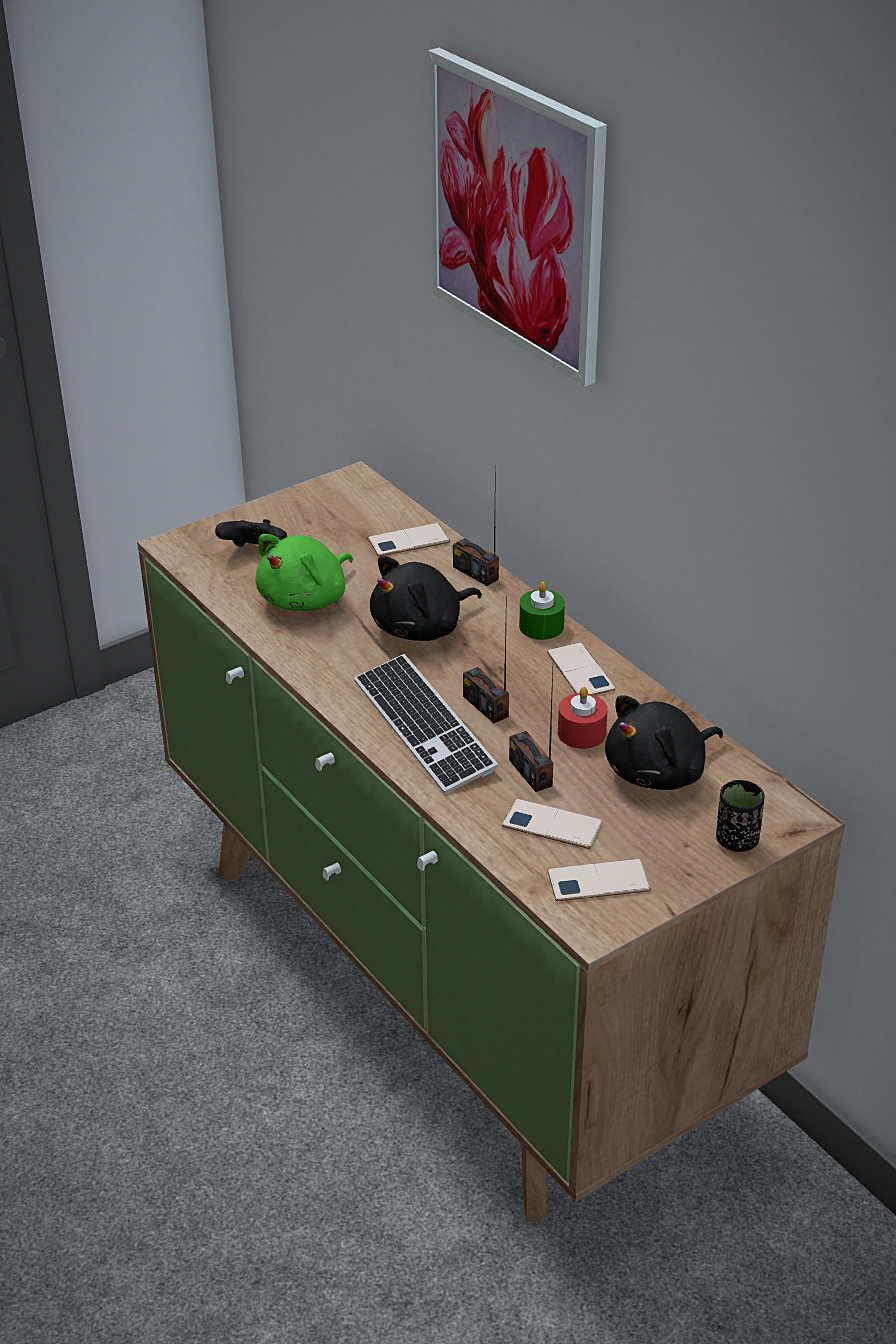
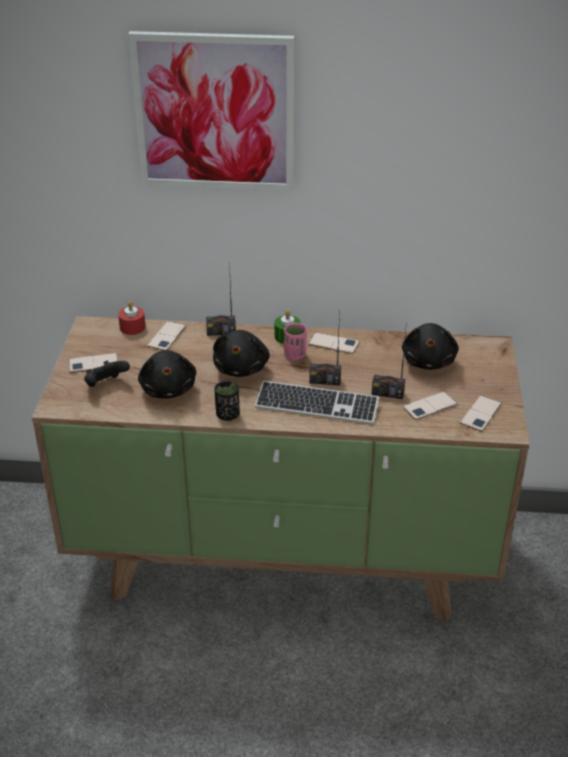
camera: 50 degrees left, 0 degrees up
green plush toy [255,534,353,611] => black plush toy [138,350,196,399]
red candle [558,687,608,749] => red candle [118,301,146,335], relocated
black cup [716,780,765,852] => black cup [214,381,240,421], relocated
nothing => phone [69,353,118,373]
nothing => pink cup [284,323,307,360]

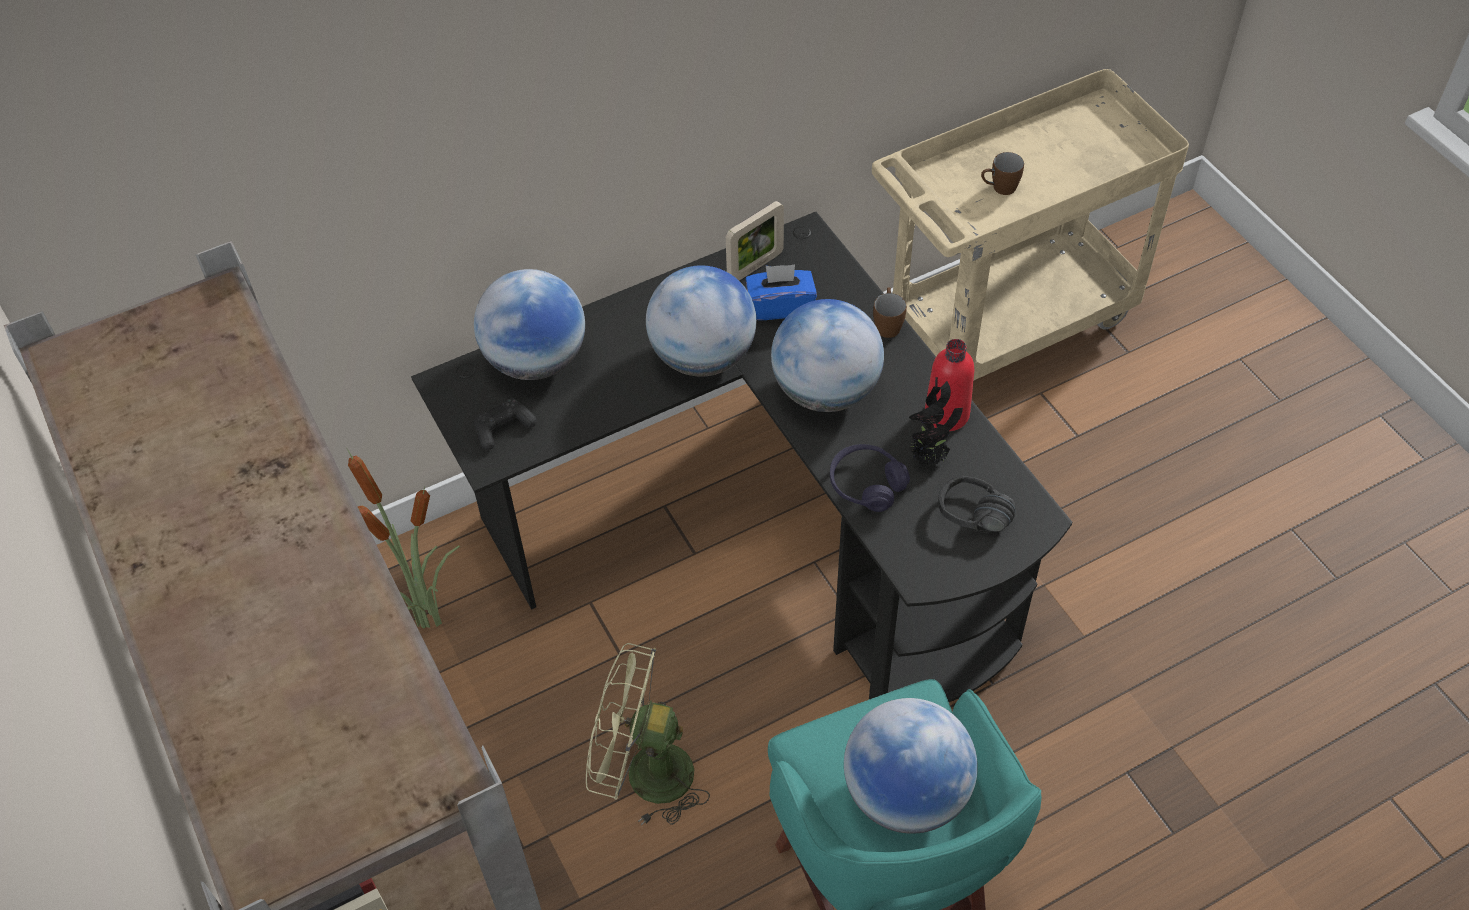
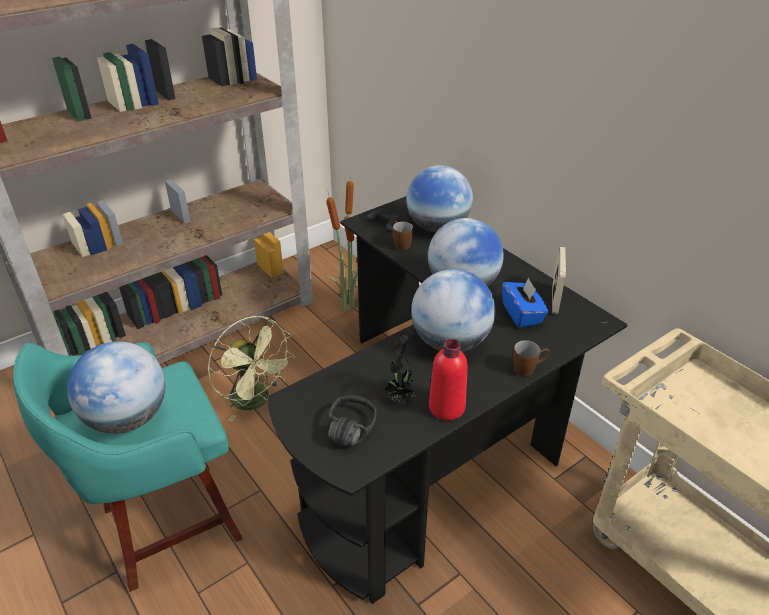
camera: 80 degrees right, 15 degrees down
green fan [586,643,710,825] => green fan [207,316,295,422], 135 degrees clockwise
picture frame [726,201,784,281] => picture frame [552,247,566,314], 120 degrees counterclockwise
purple headphones [830,444,910,512] => nothing
brown mug [981,152,1024,195] => brown mug [393,221,413,250], relocated

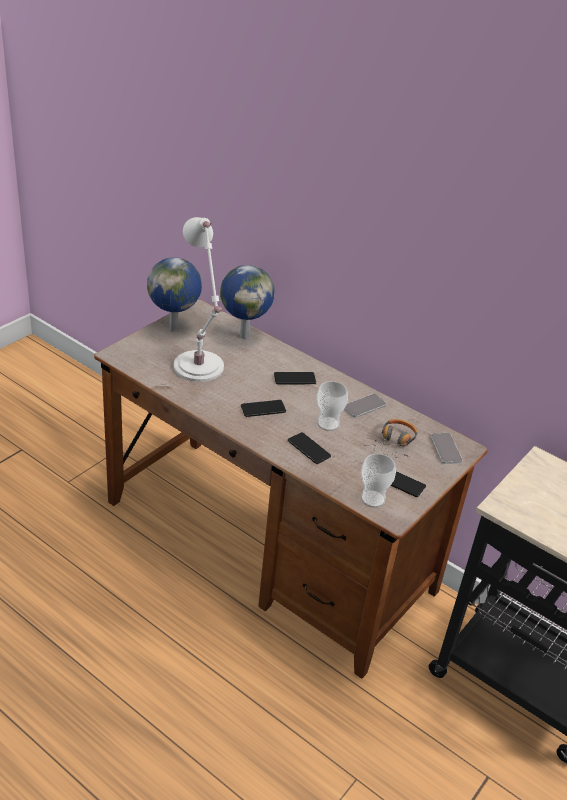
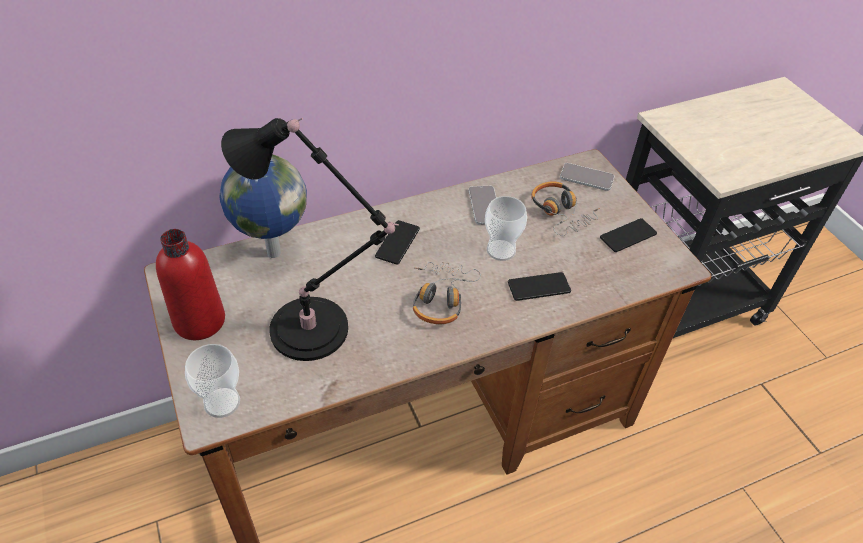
camera: 60 degrees left, 10 degrees up
globe [147,257,202,332] => red bottle [156,229,225,340]
white table lamp [174,217,224,382] => black table lamp [221,118,399,361]
phone [241,400,286,417] => headphones [413,262,481,324]
cup [361,454,396,508] => cup [185,344,240,418], relocated

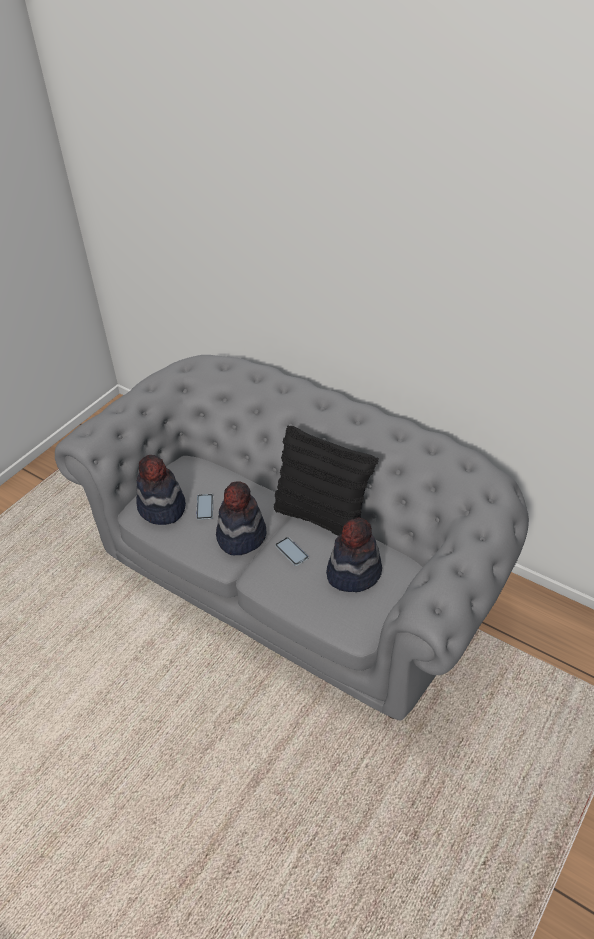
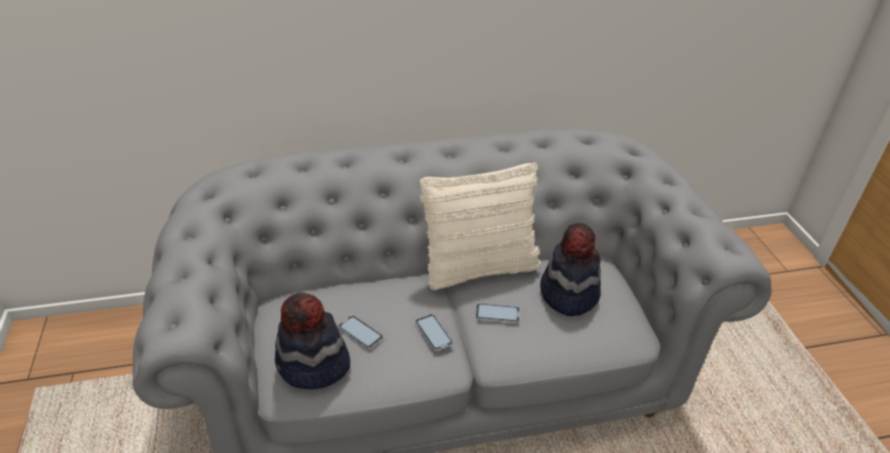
camera: 50 degrees left, 5 degrees down
hat [216,481,267,555] => phone [415,314,453,351]
black pillow [274,426,379,536] => beige pillow [419,162,541,290]

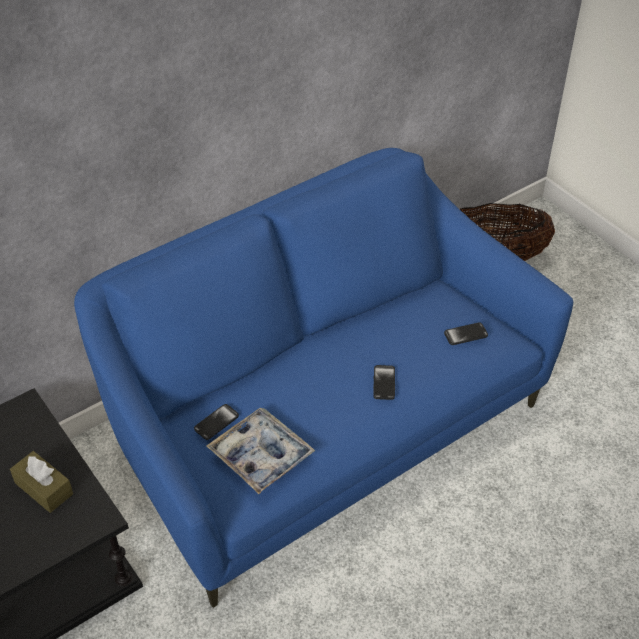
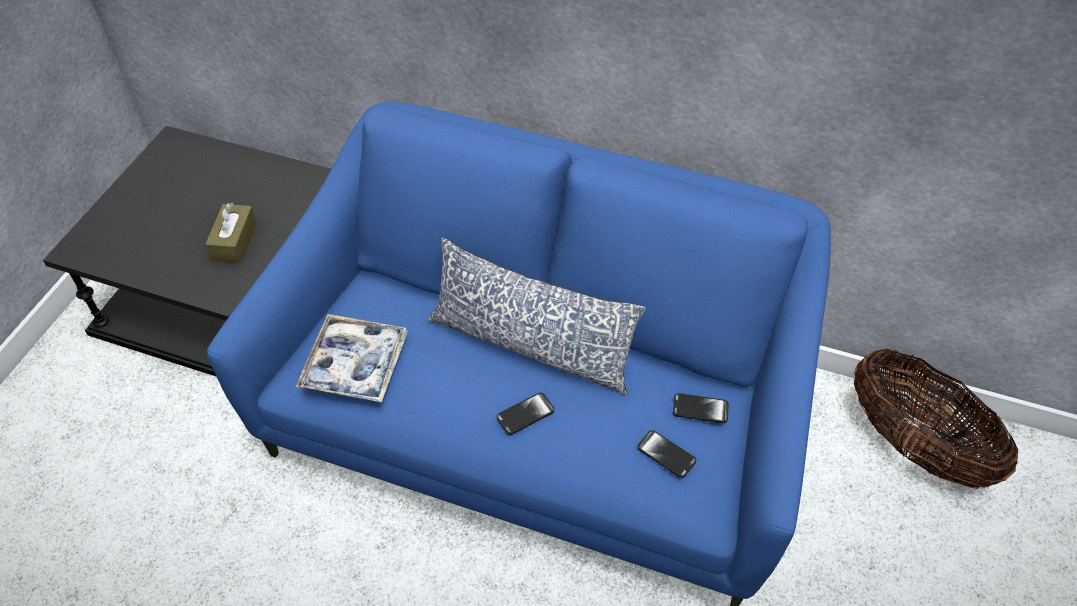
camera: 55 degrees right, 5 degrees up
phone [194,404,239,440] => phone [673,393,729,423], relocated
nothing => pillow [427,237,646,395]

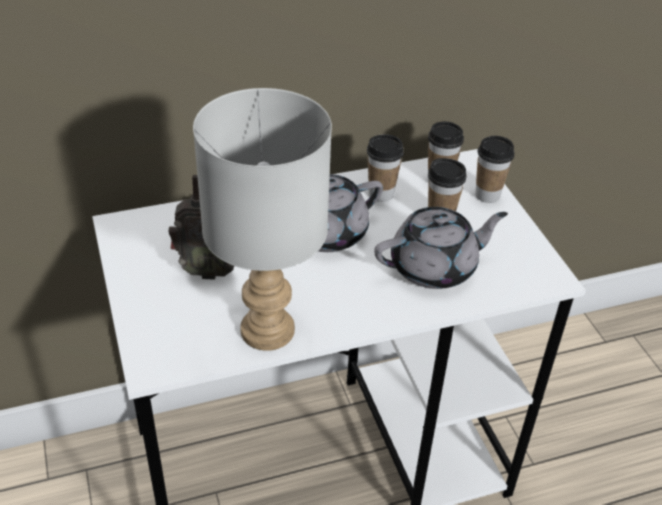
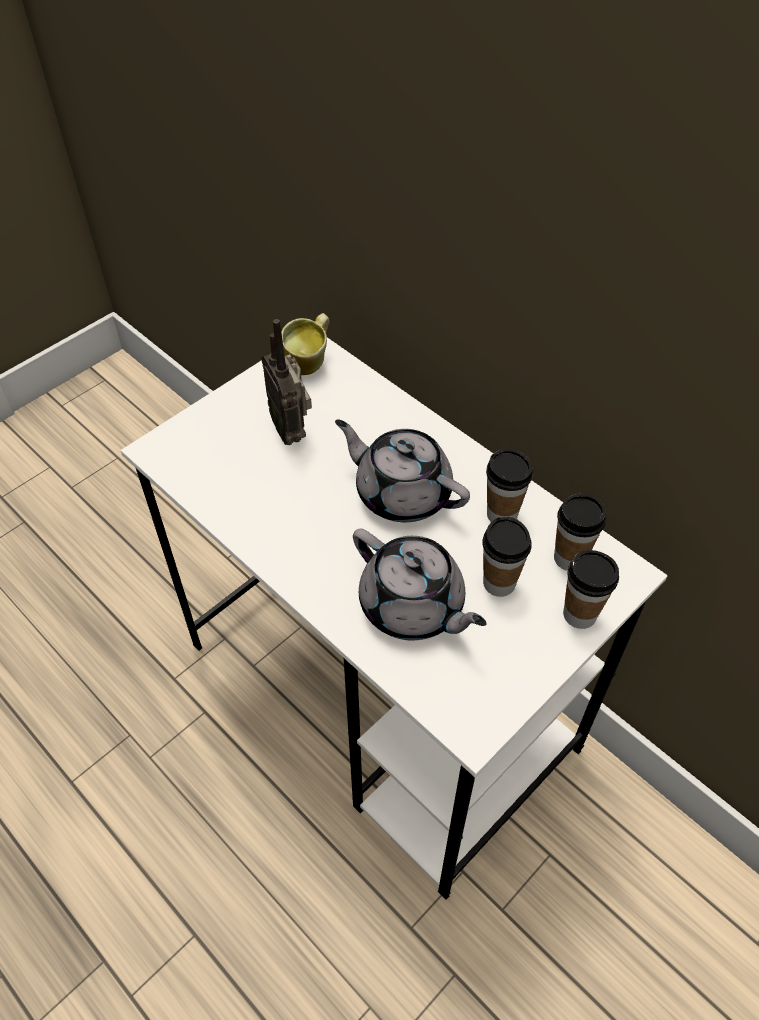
camera: 65 degrees right, 10 degrees up
grey table lamp [193,88,332,351] => nothing
nothing => mug [281,313,330,375]

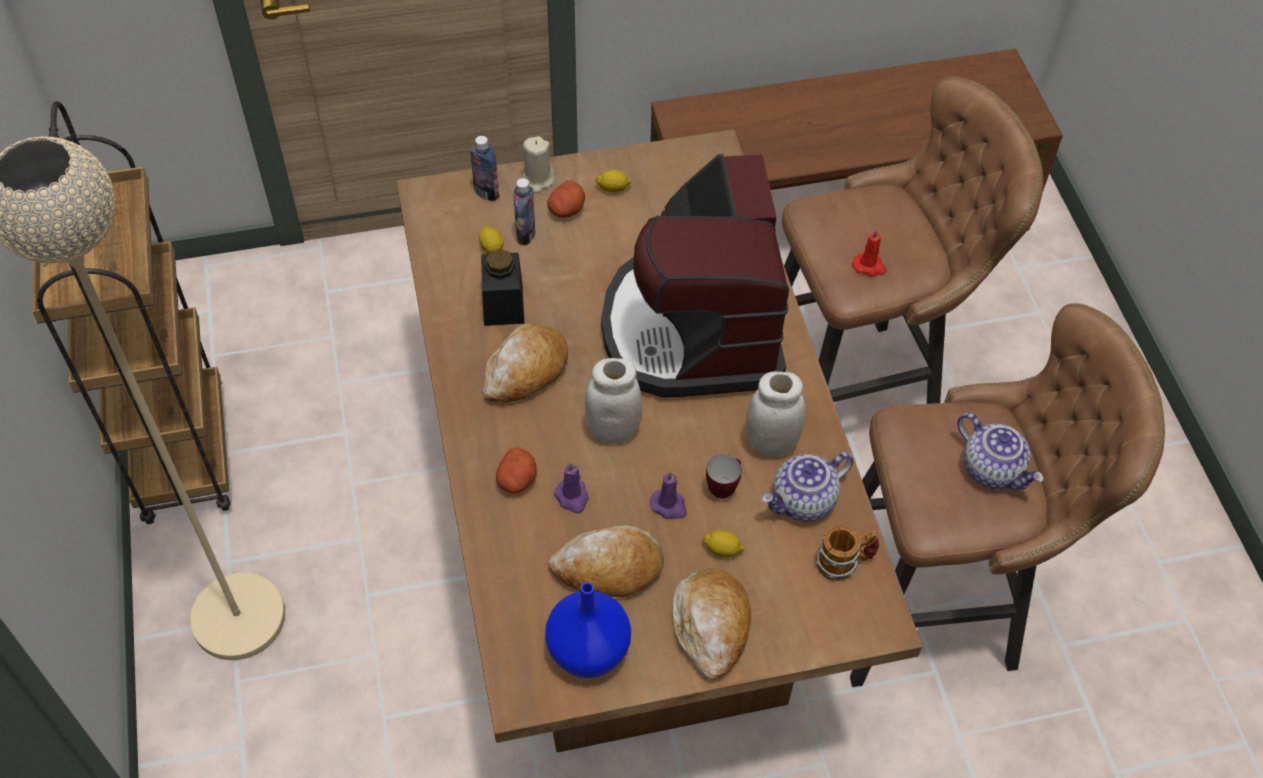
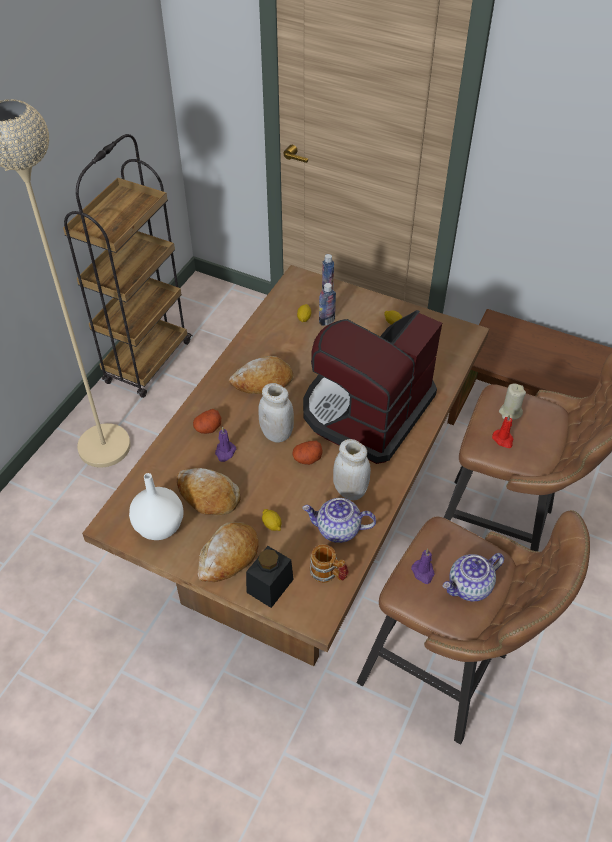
camera: 40 degrees right, 5 degrees down
black jar [481,249,524,326] => black jar [246,546,294,608], relocated
beige candle [523,136,555,193] => beige candle [499,384,526,420], relocated
blue vase [545,582,631,678] => white vase [129,473,184,540]
potato [547,180,585,218] => potato [292,441,323,465], relocated
purple candle [650,471,687,519] => purple candle [411,549,434,584], relocated
mug [706,454,742,499] => nothing
teapot [957,413,1044,490] => teapot [443,553,504,601], 60 degrees clockwise

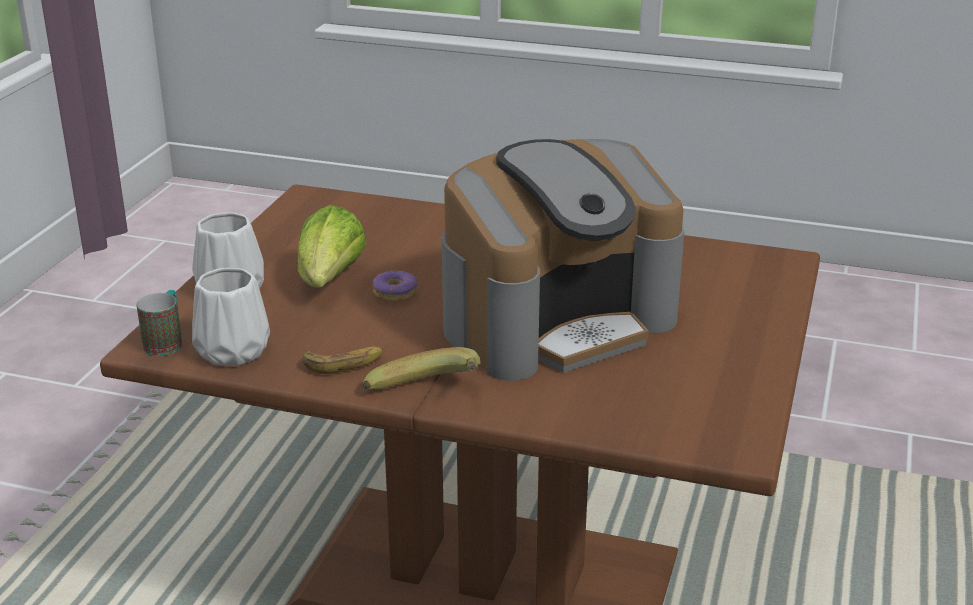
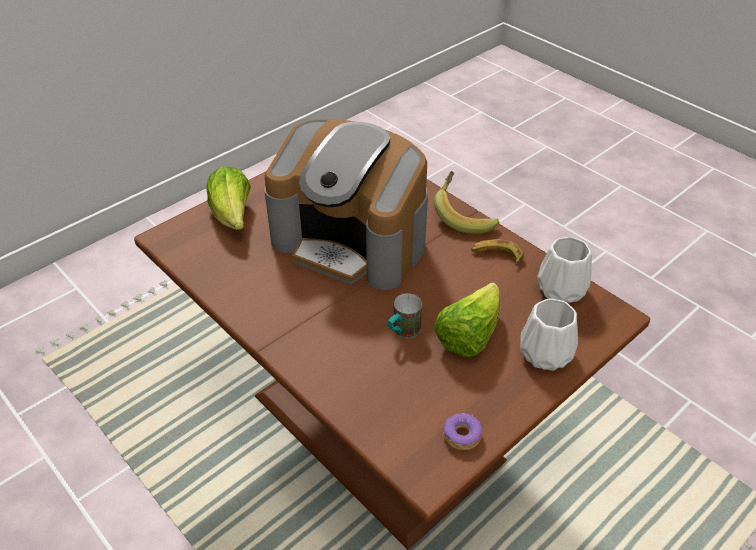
camera: 150 degrees left, 15 degrees up
mug [137,290,182,356] => mug [388,293,422,339], relocated
donut [373,271,417,302] => donut [443,412,482,450], relocated
coffee machine [442,139,684,381] => coffee machine [265,119,428,290], 150 degrees counterclockwise
nothing => lettuce [206,167,251,230]

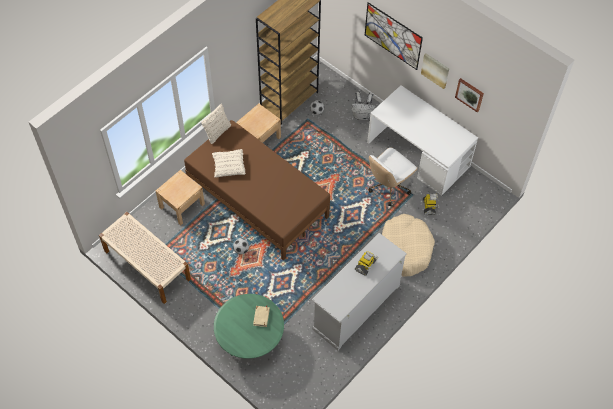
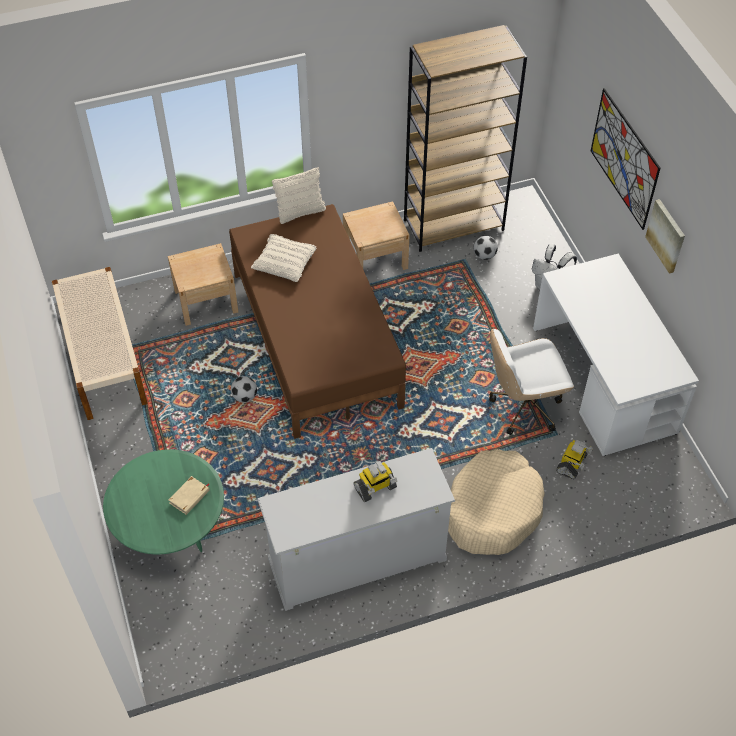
camera: 30 degrees right, 5 degrees down
picture [455,78,484,113] => nothing

